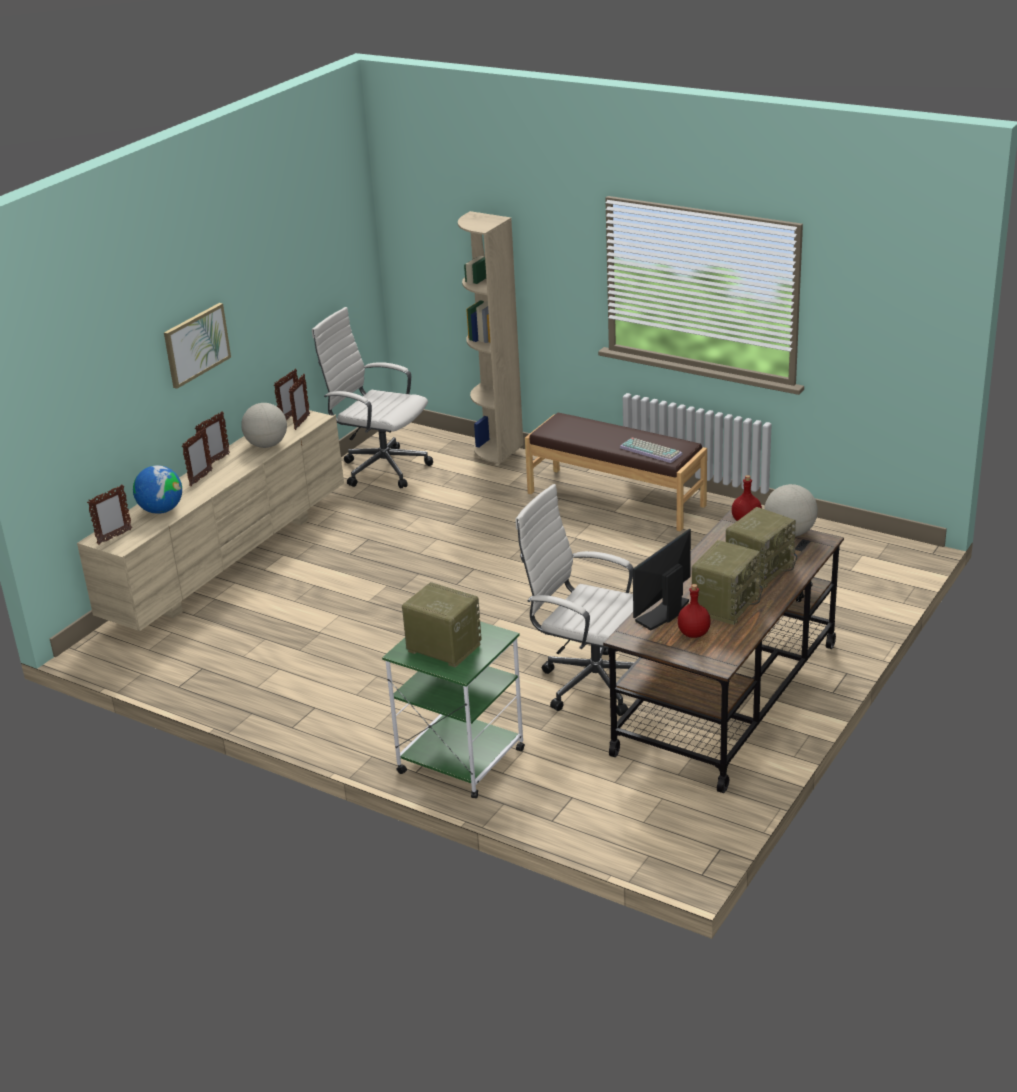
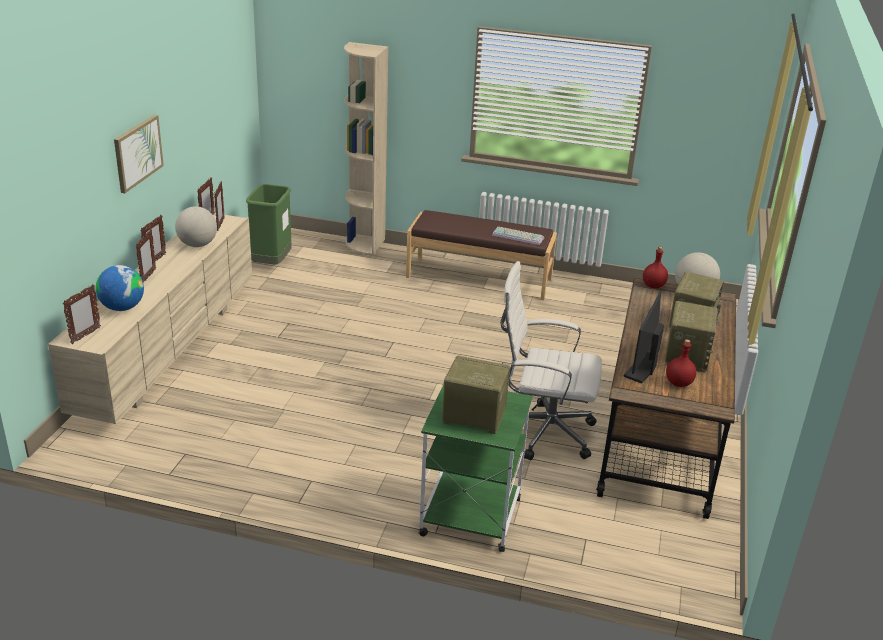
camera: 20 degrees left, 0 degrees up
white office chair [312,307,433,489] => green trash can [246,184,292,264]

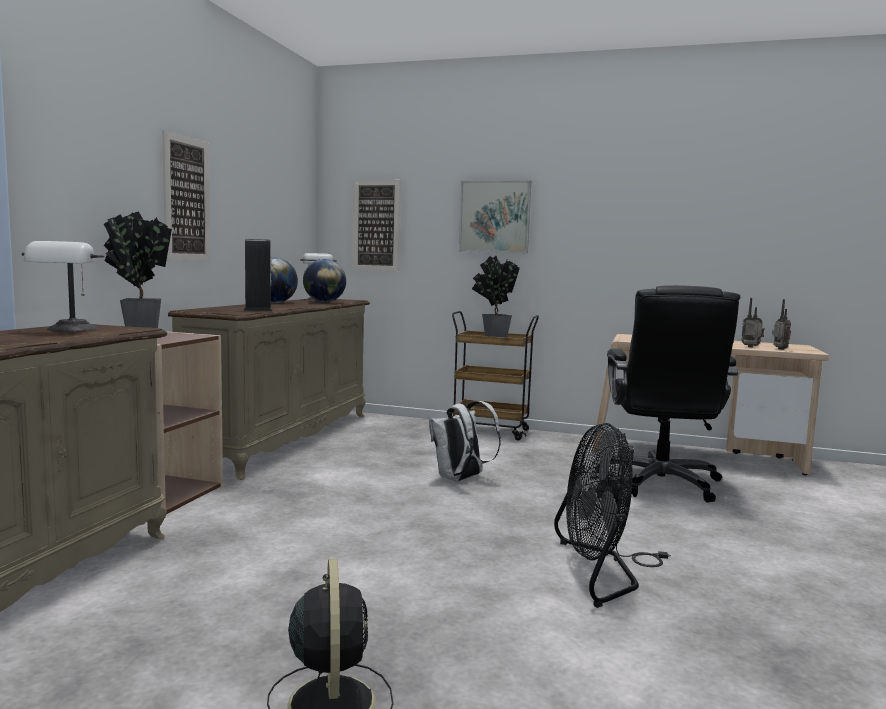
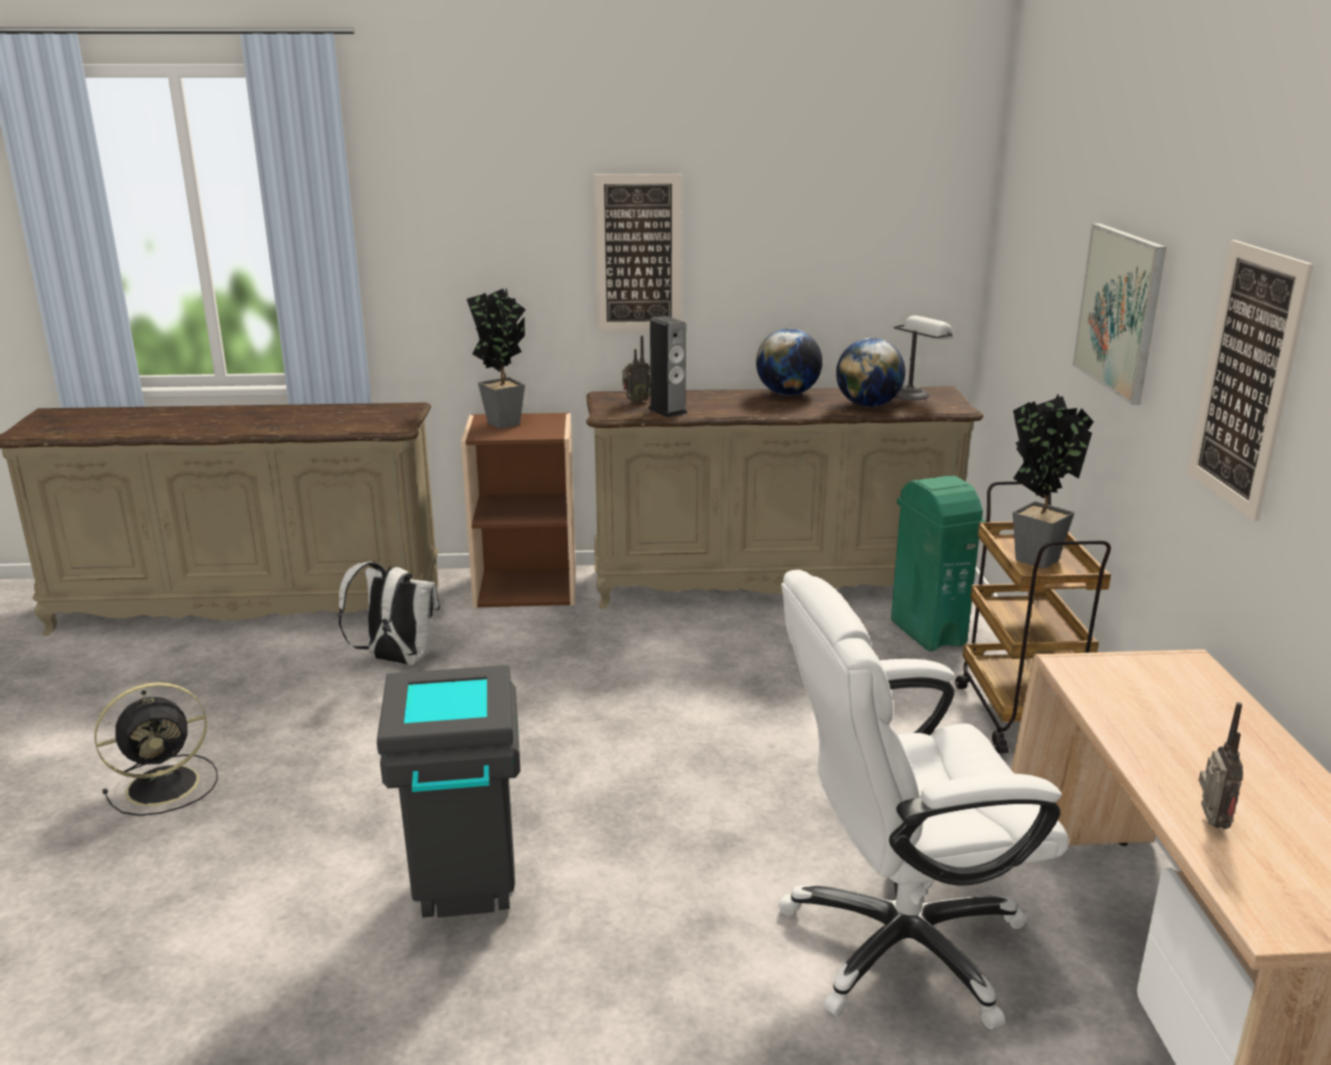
camera: 70 degrees right, 15 degrees up
table lamp [22,241,104,332] => nothing
picture [352,180,401,272] => picture [1187,240,1314,521], relocated
white backpack [429,401,501,481] => white backpack [338,561,440,665], relocated
black fan [554,423,671,608] => grey trash can [377,665,520,918]
black office chair [597,285,740,503] => white office chair [778,570,1069,1030]
radio [772,299,791,350] => radio [622,335,650,404], relocated
nothing => green trash can [891,476,985,651]

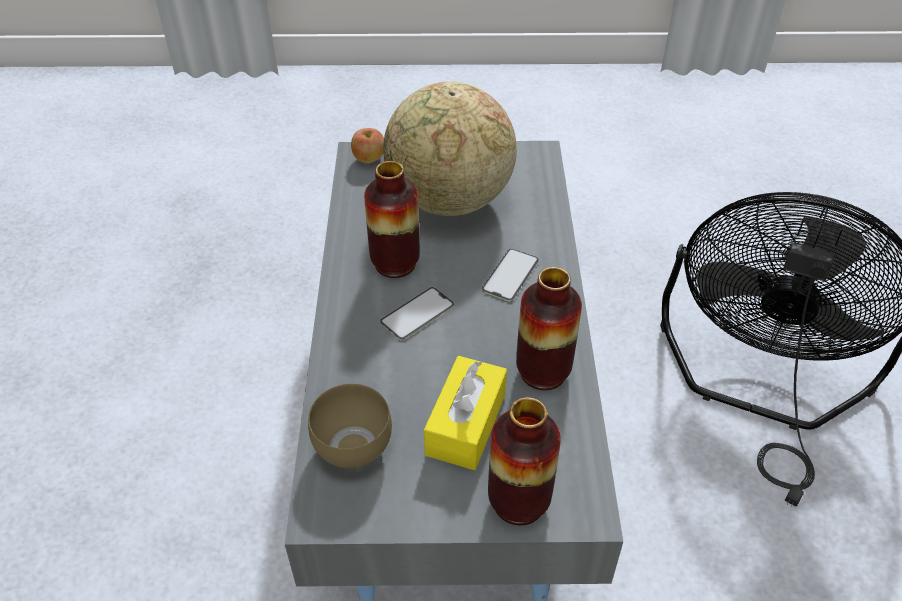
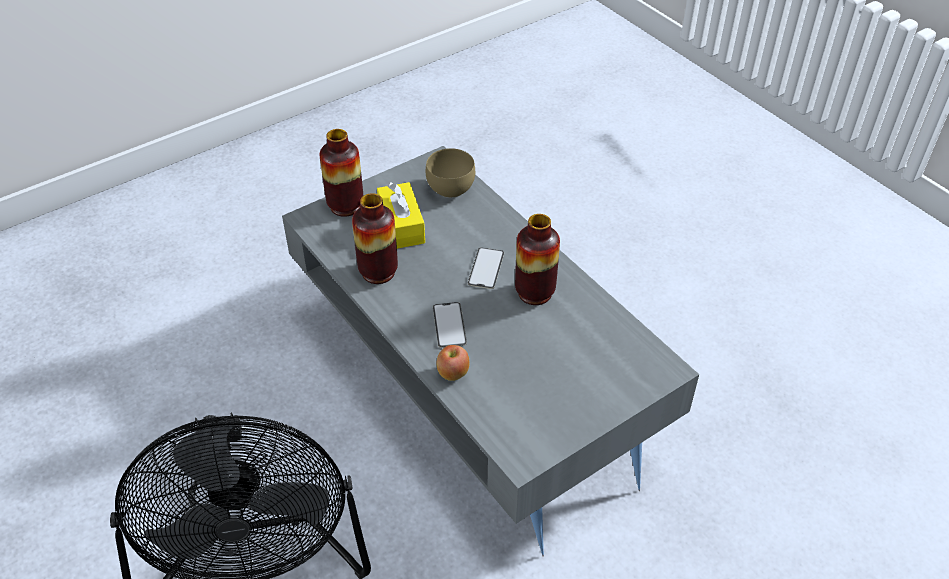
camera: 145 degrees right, 0 degrees up
apple [351,128,384,164] => apple [437,345,469,381], relocated
globe [383,82,517,216] => nothing

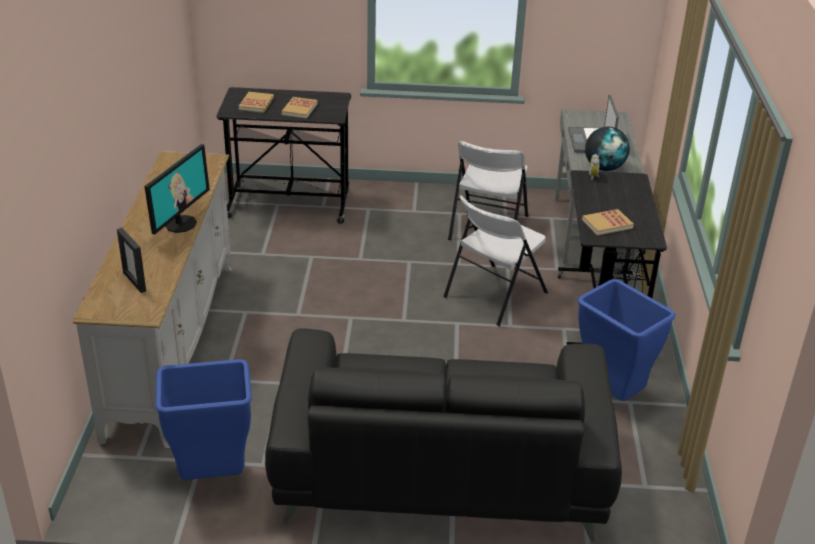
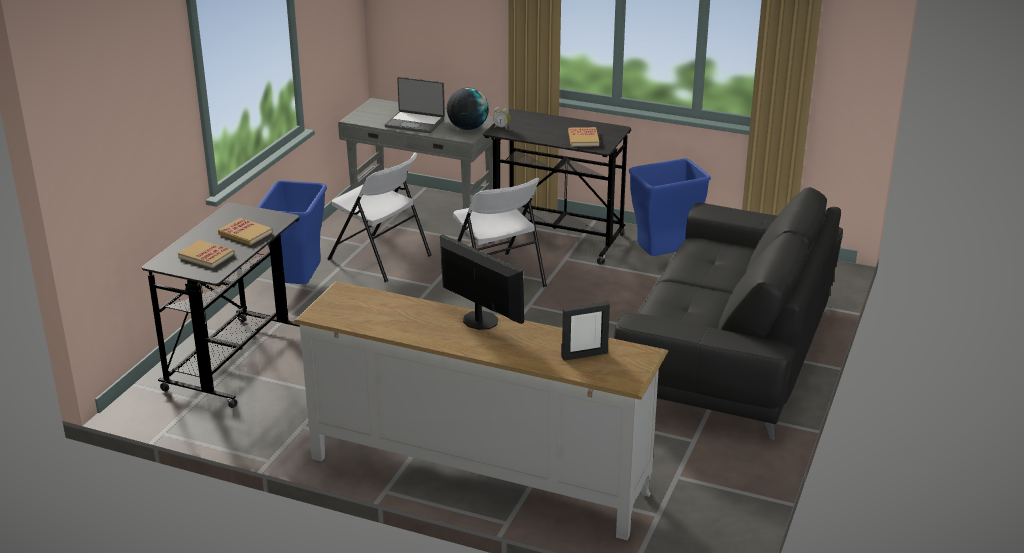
camera: 70 degrees left, 5 degrees down
blue trash can [155,359,252,480] => blue trash can [257,180,327,284], relocated

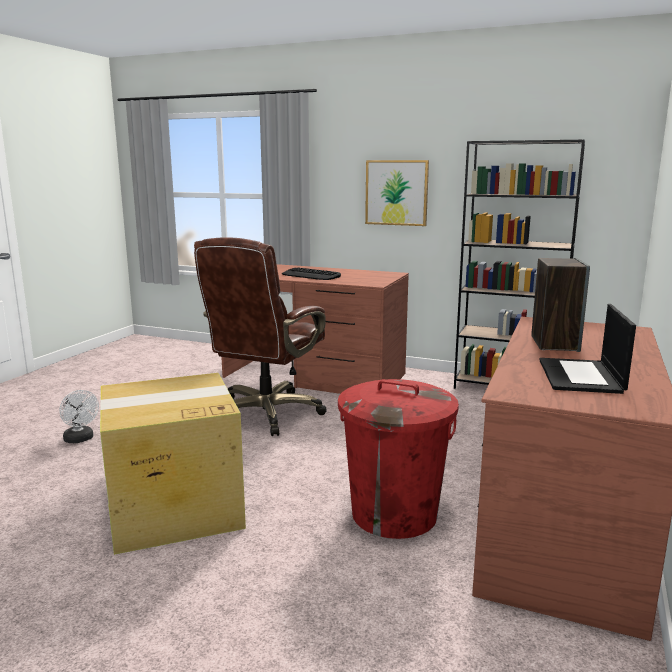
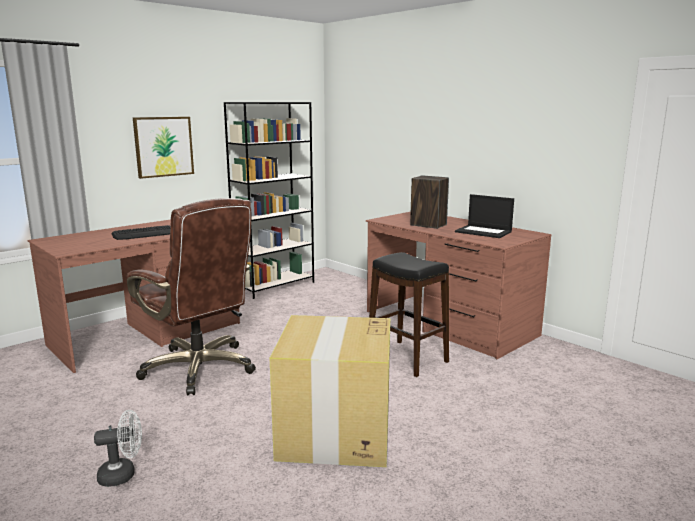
camera: 65 degrees left, 0 degrees up
red trash can [338,379,459,539] => black stool [369,252,449,377]

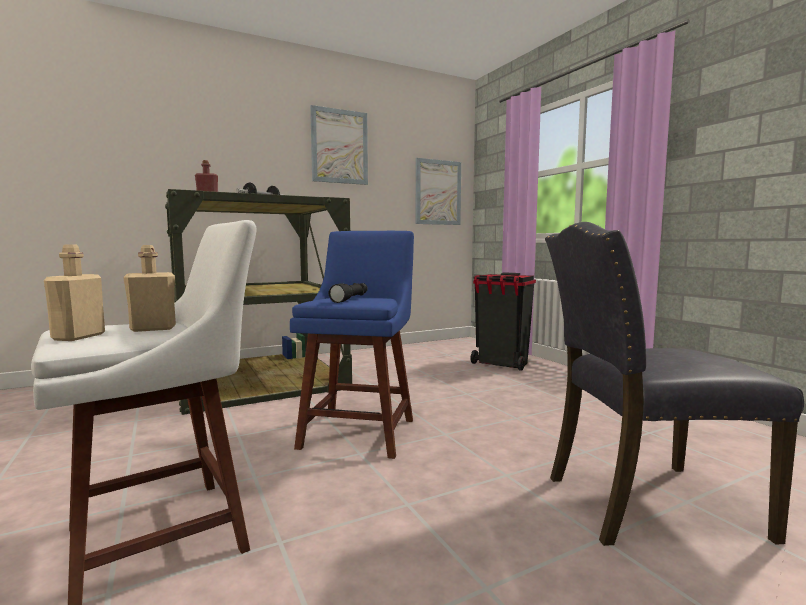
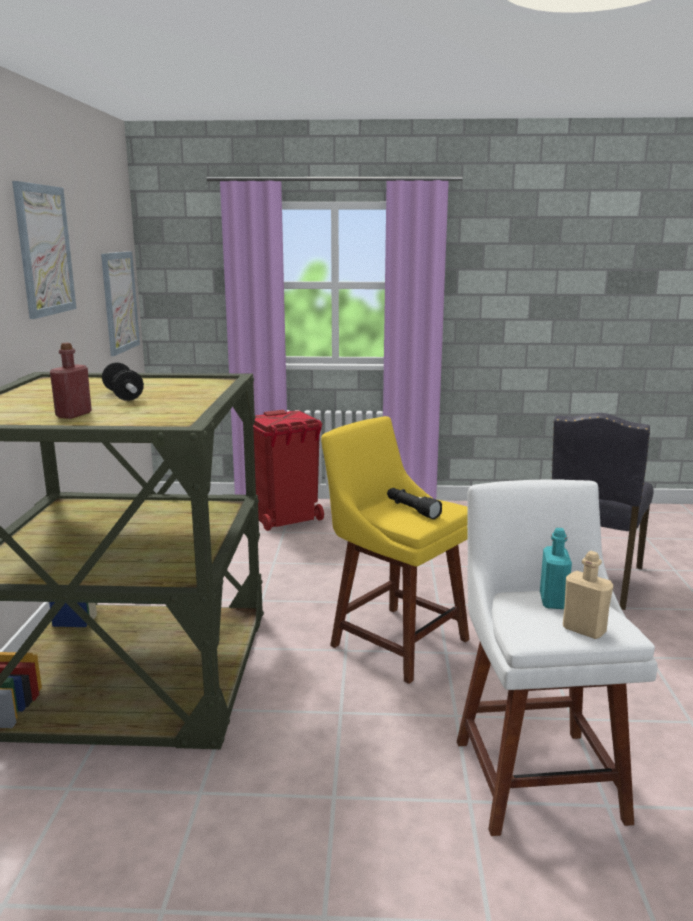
camera: 60 degrees left, 10 degrees up
beige bottle [123,245,176,332] => turquoise bottle [540,528,572,609]
blue stool [290,231,414,459] => yellow stool [321,416,470,684]
black trash can [471,272,536,371] => red trash can [253,410,324,531]

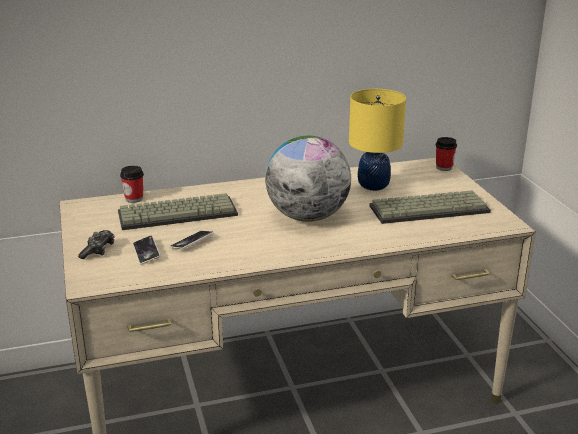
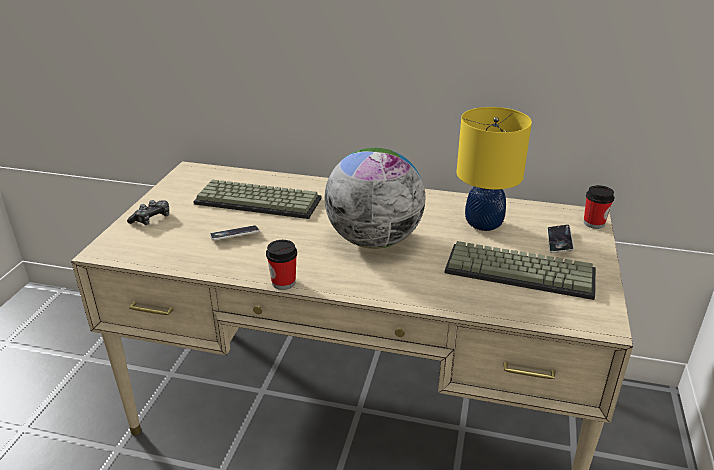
camera: 30 degrees right, 5 degrees up
cup [120,166,144,203] => cup [266,240,297,290], relocated
phone [133,236,160,265] => phone [547,225,574,253], relocated

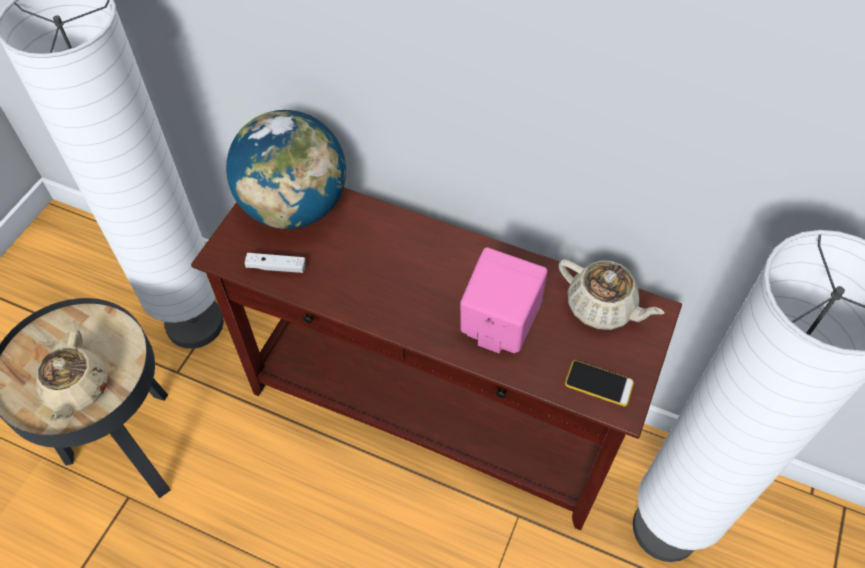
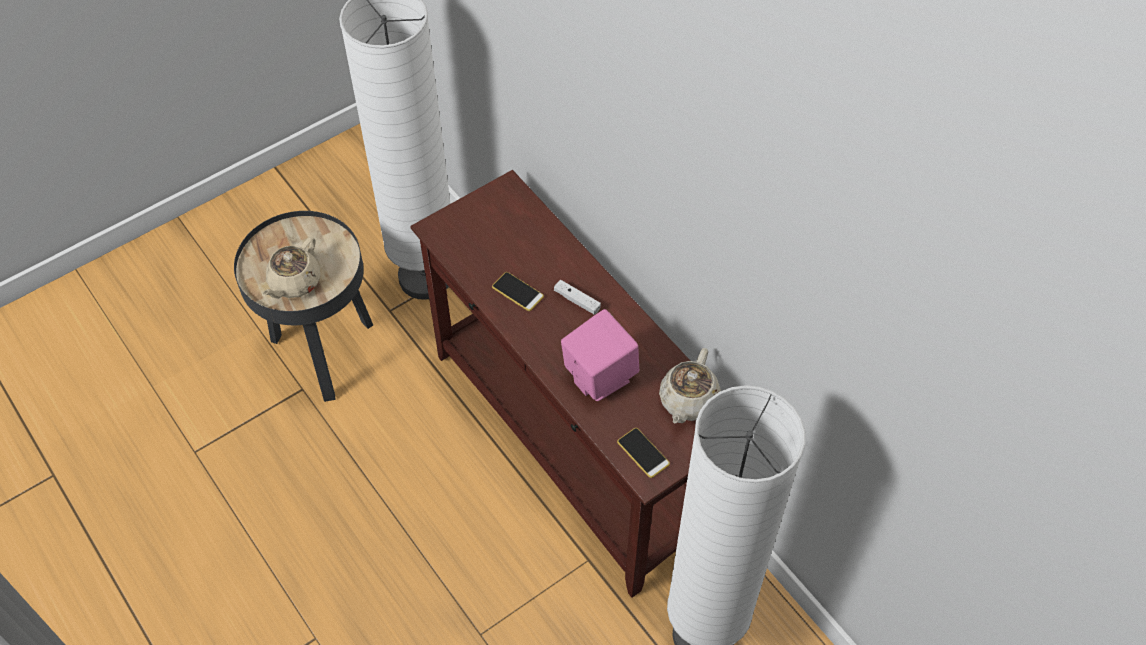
camera: 30 degrees right, 0 degrees up
globe [226,110,346,229] => nothing
white game controller [244,253,306,273] => white game controller [554,280,601,315], relocated
beige teapot [559,259,664,330] => beige teapot [659,348,721,424], 45 degrees clockwise
nothing => phone [492,272,544,311]

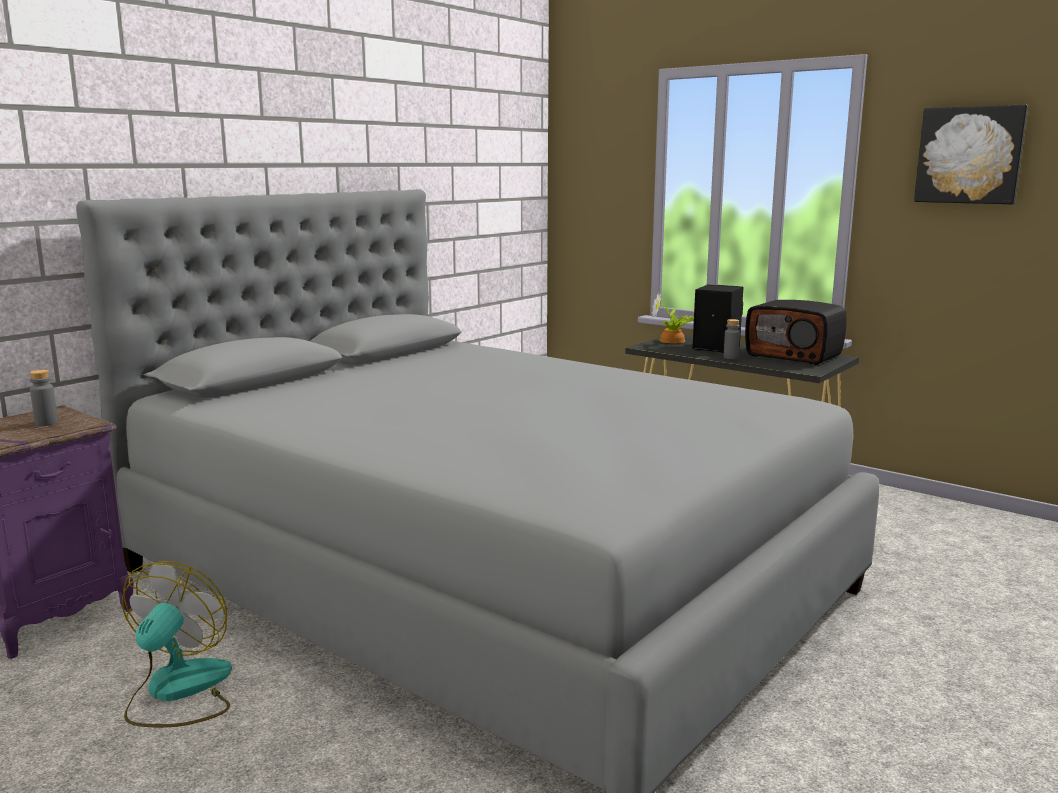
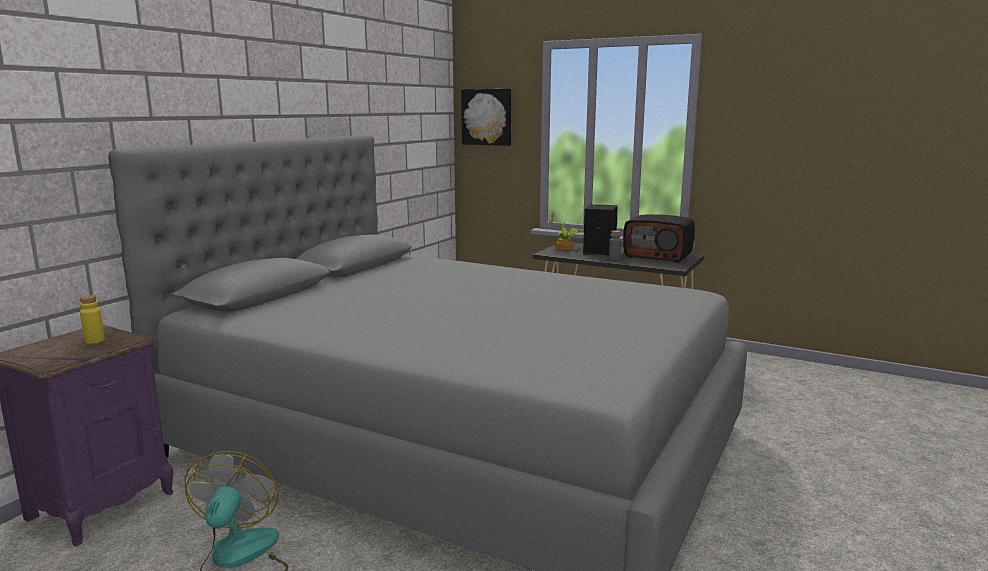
camera: 10 degrees left, 0 degrees up
grey bottle [30,370,58,426] => yellow bottle [80,295,105,344]
picture [914,105,1028,204] => picture [461,89,511,146], relocated

